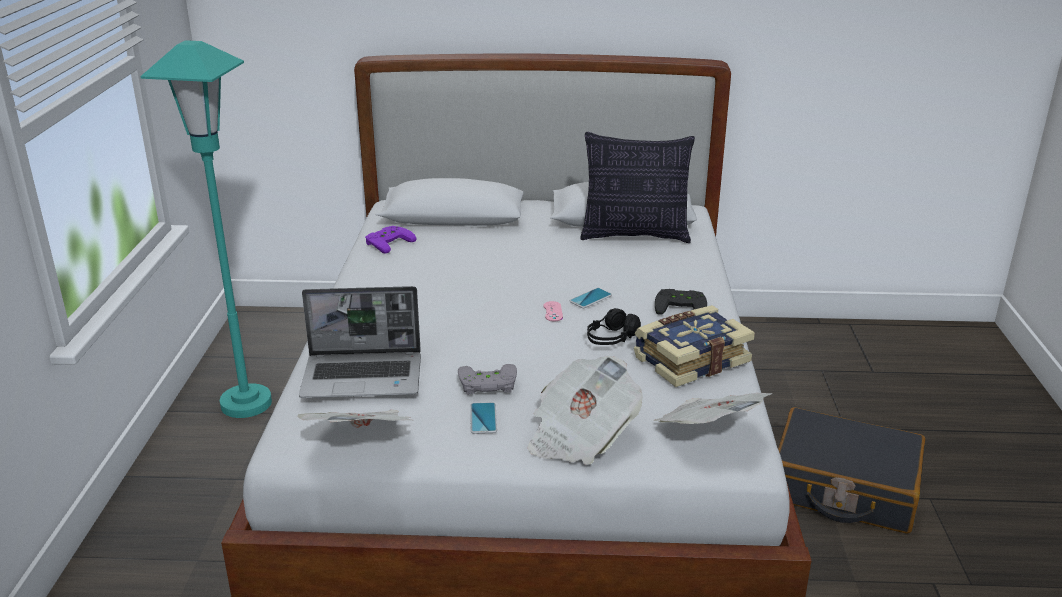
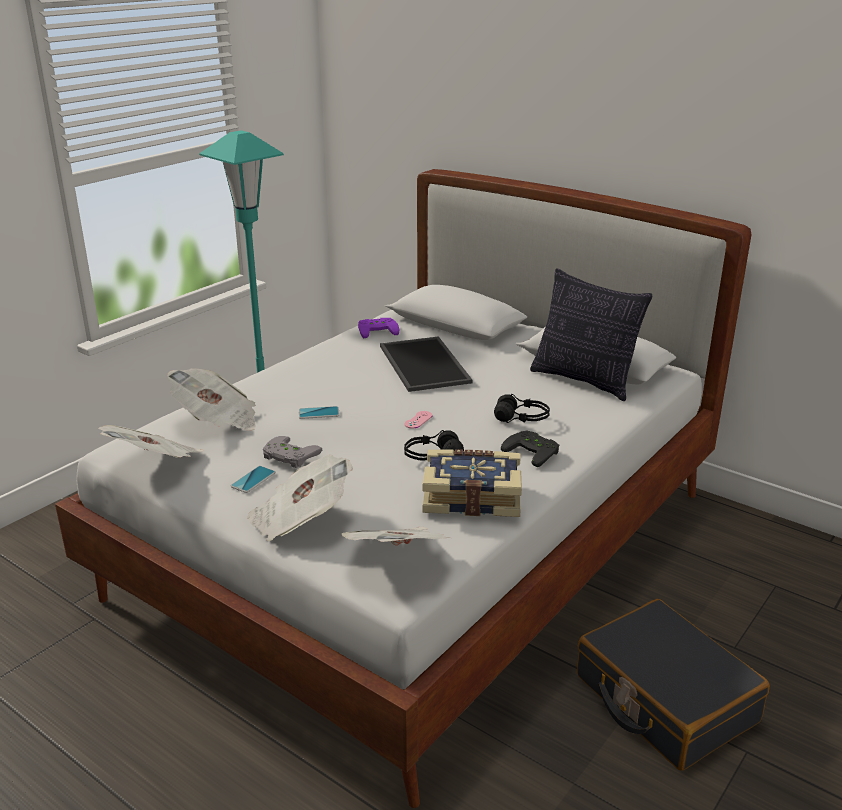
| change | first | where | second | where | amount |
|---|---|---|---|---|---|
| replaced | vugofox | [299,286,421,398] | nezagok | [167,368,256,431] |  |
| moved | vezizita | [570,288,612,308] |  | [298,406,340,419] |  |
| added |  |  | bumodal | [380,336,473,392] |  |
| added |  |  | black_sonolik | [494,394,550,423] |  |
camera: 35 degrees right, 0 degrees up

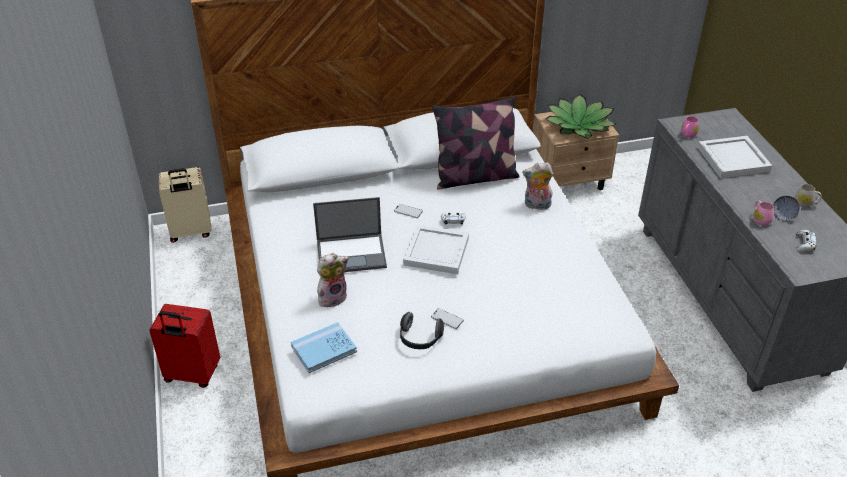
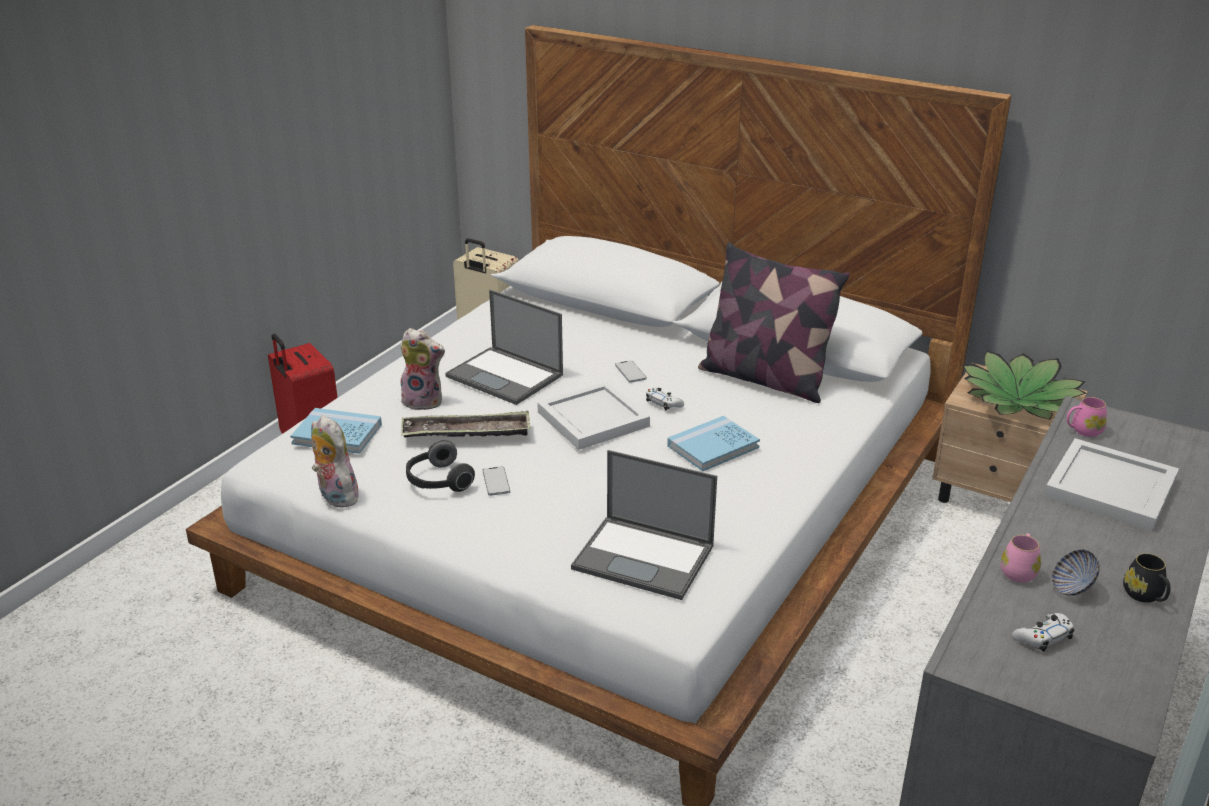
| change | first | where | second | where | amount |
|---|---|---|---|---|---|
| moved | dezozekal | [523,162,553,210] |  | [311,415,361,508] |  |
| recoloured | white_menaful | [795,184,822,207] | black_menaful | [1123,553,1171,603] |  |
| added |  |  | bumodal | [401,411,531,438] |  |
| added |  |  | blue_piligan | [667,416,760,471] |  |
| added |  |  | vugofox | [571,450,717,600] |  |
camera: 45 degrees right, 10 degrees down

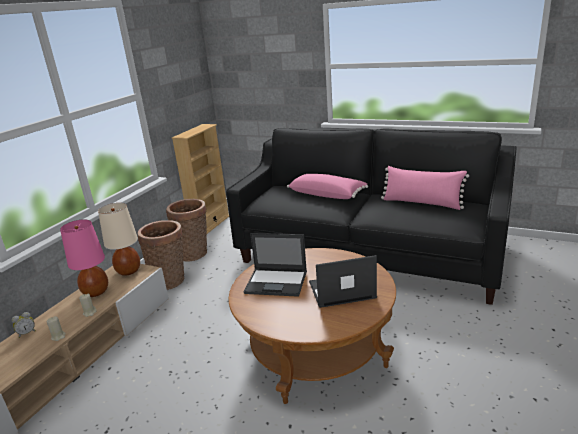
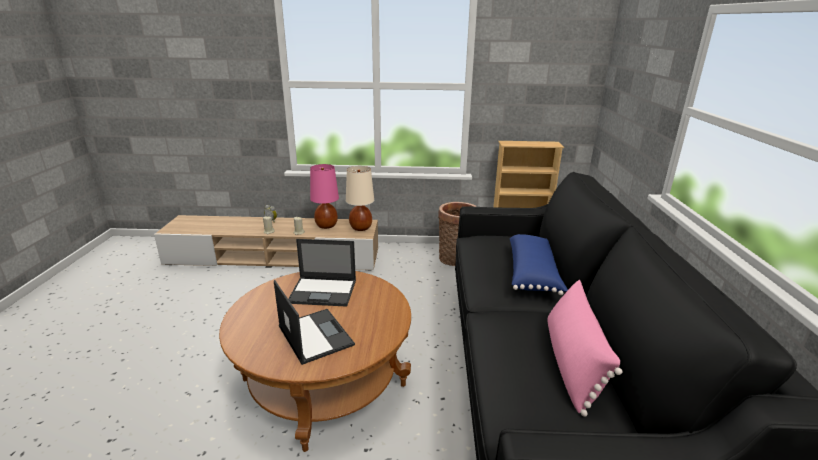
| change | first | where | second | where | amount |
|---|---|---|---|---|---|
| recoloured | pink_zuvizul | [287,174,368,199] | blue_zuvizul | [510,234,568,295] |  |
| removed | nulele | [138,220,184,290] |  |  |  |
| turned | vugofox | [244,233,307,297] |  | [288,239,356,307] | 75 degrees counterclockwise |
camera: 65 degrees right, 0 degrees up

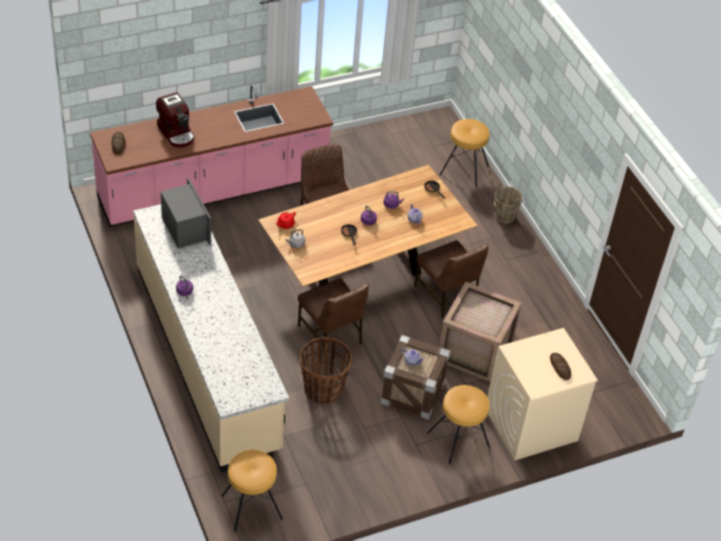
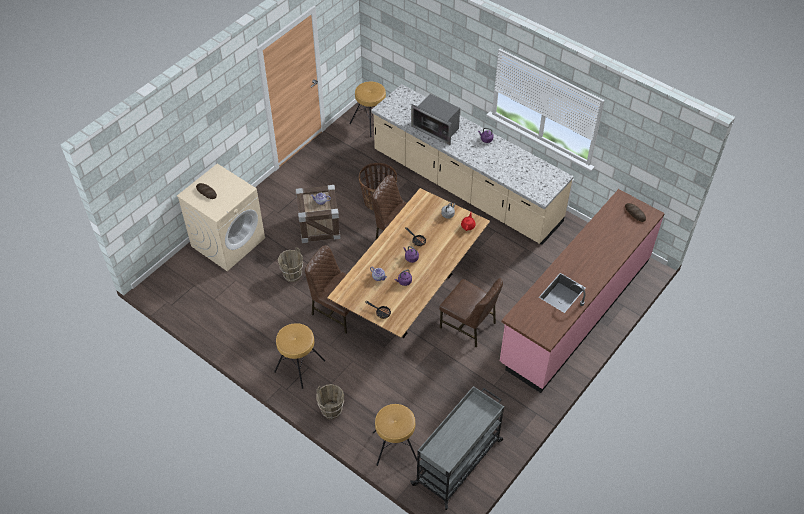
| change | first | where | second | where | amount |
|---|---|---|---|---|---|
| removed | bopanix | [156,92,194,148] |  |  |  |
| moved | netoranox | [161,178,211,248] |  | [411,94,460,145] |  |
| replaced | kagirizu | [439,282,522,382] | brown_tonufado | [278,247,303,282] |  |
| moved | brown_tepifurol | [428,385,490,464] |  | [274,323,325,389] |  |
| added |  |  | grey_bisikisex | [410,386,504,510] |  |
camera: 155 degrees right, 5 degrees up

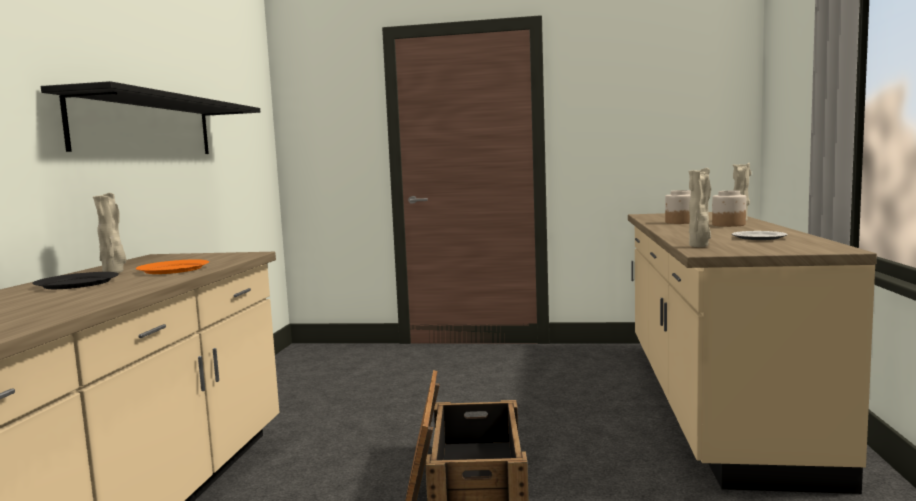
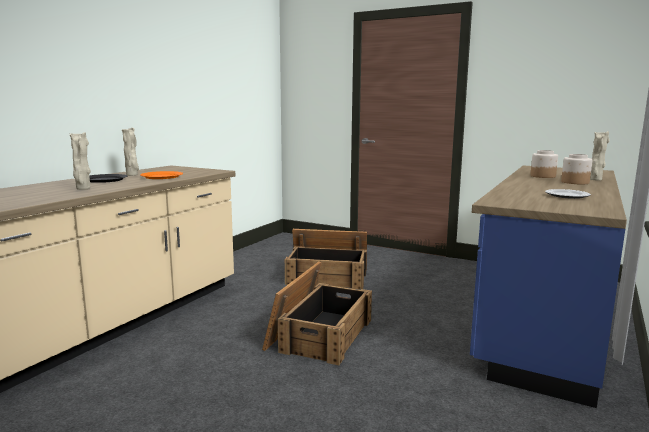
| change | first | where | second | where | amount |
|---|---|---|---|---|---|
| removed | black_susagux | [41,81,260,154] |  |  |  |
| moved | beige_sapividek | [689,168,711,247] |  | [70,132,91,190] |  |
| recoloured | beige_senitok | [628,212,877,494] | blue_senitok | [470,166,627,408] |  |
| added |  |  | kagirizu | [285,229,367,289] |  |
camera: 20 degrees right, 5 degrees up

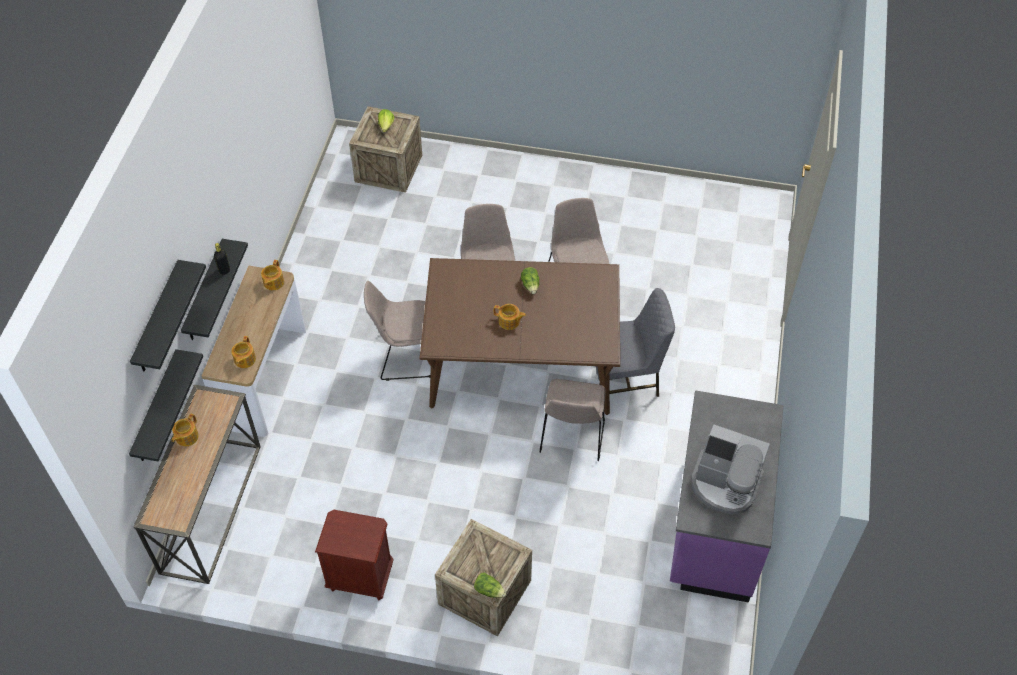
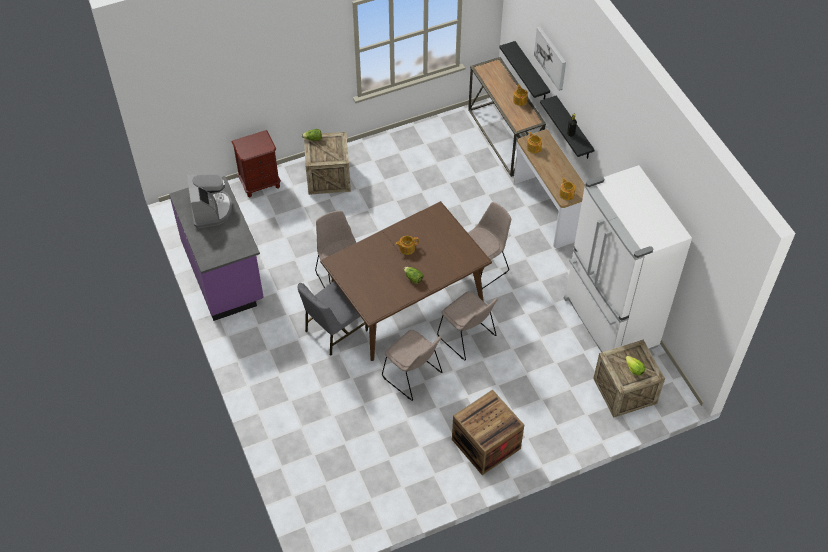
| change | first | where | second | where | amount |
|---|---|---|---|---|---|
| replaced | black_susagux | [130,260,206,371] | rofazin | [534,27,566,91] |  |
| turned | bopanix | [691,425,770,514] |  | [187,175,232,228] | 90 degrees clockwise |
| moved | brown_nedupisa | [315,510,394,600] |  | [232,130,281,198] |  |
| added |  |  | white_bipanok | [564,165,692,352] |  |
| added |  |  | kagirizu | [452,390,524,475] |  |
camera: 145 degrees right, 0 degrees up

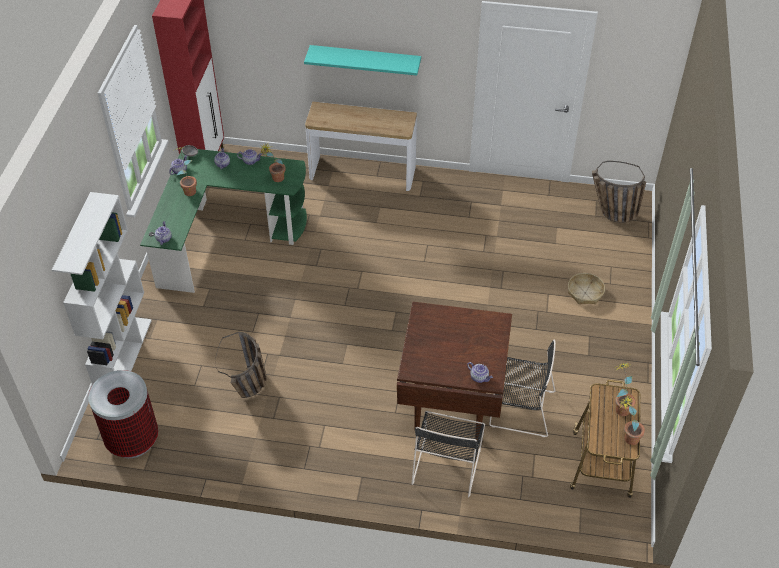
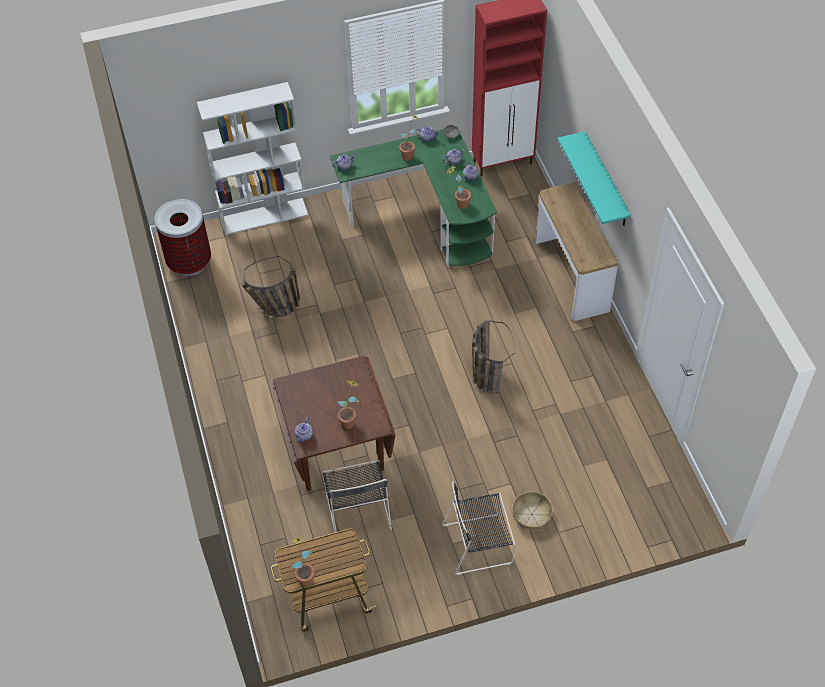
| change | first | where | second | where | amount |
|---|---|---|---|---|---|
| moved | nulele | [592,161,646,223] |  | [472,320,515,394] |  |
| moved | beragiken | [614,363,636,416] |  | [338,381,360,429] |  |
| moved | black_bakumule | [412,411,485,497] |  | [442,481,515,575] |  |
camera: 65 degrees right, 5 degrees up

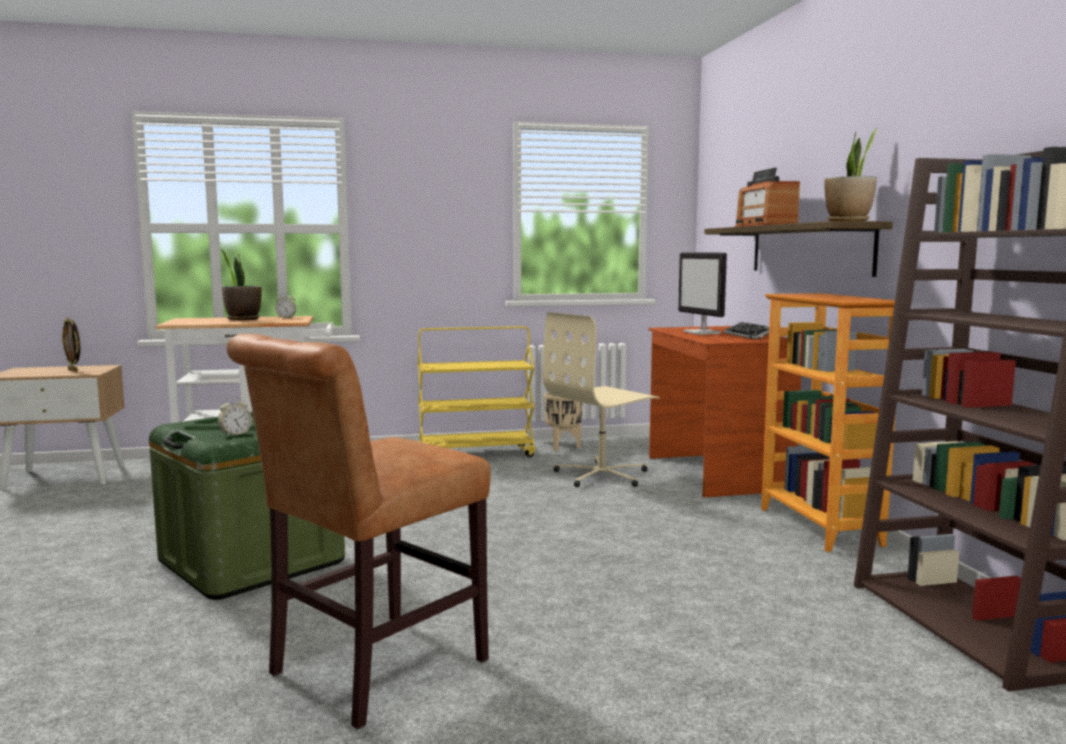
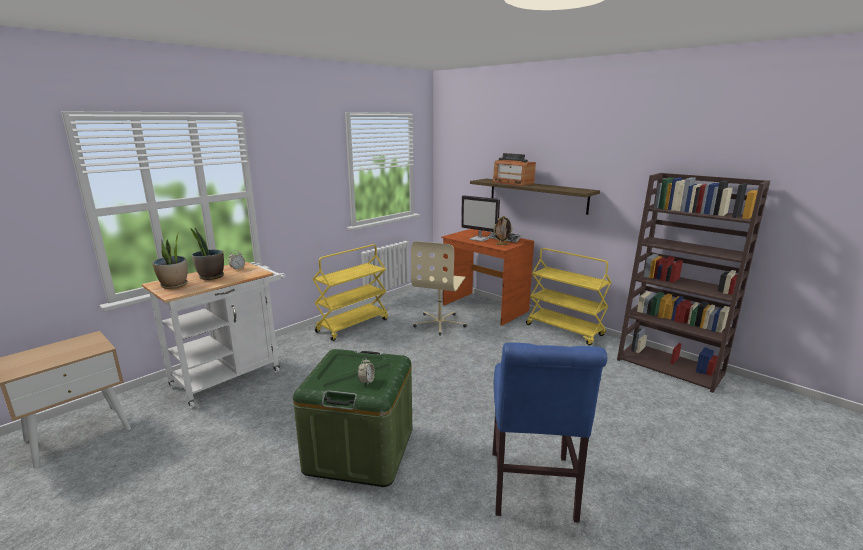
| change | first | where | second | where | amount |
|---|---|---|---|---|---|
| moved | beragiken | [824,128,878,221] |  | [152,231,187,289] |  |
| replaced | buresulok | [761,293,896,552] | yellow_bisikisex | [526,248,611,345] |  |
| moved | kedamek | [61,317,80,372] |  | [493,216,513,245] |  |
| recoloured | brown_bakumule | [227,333,491,729] | blue_bakumule | [492,342,608,523] |  |
| removed | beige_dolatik | [544,392,583,451] |  |  |  |
camera: 35 degrees left, 10 degrees up

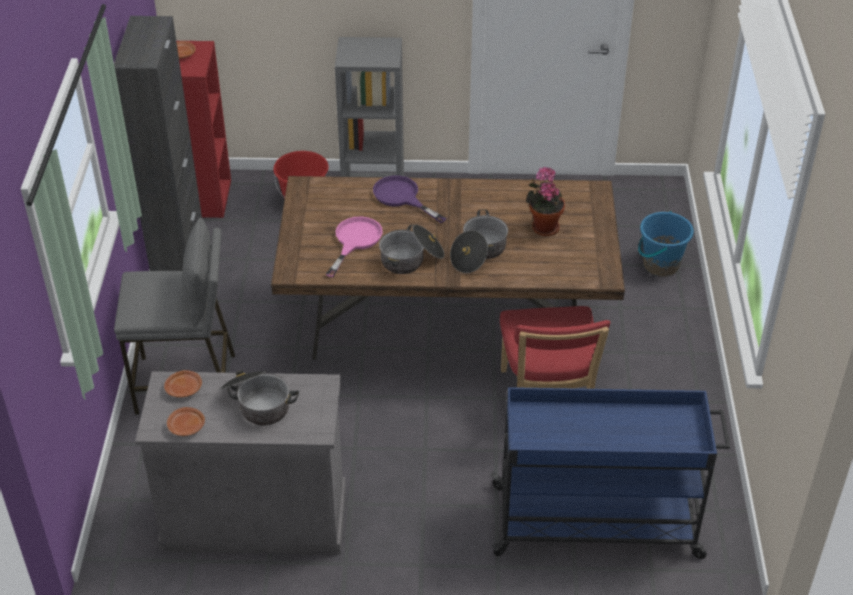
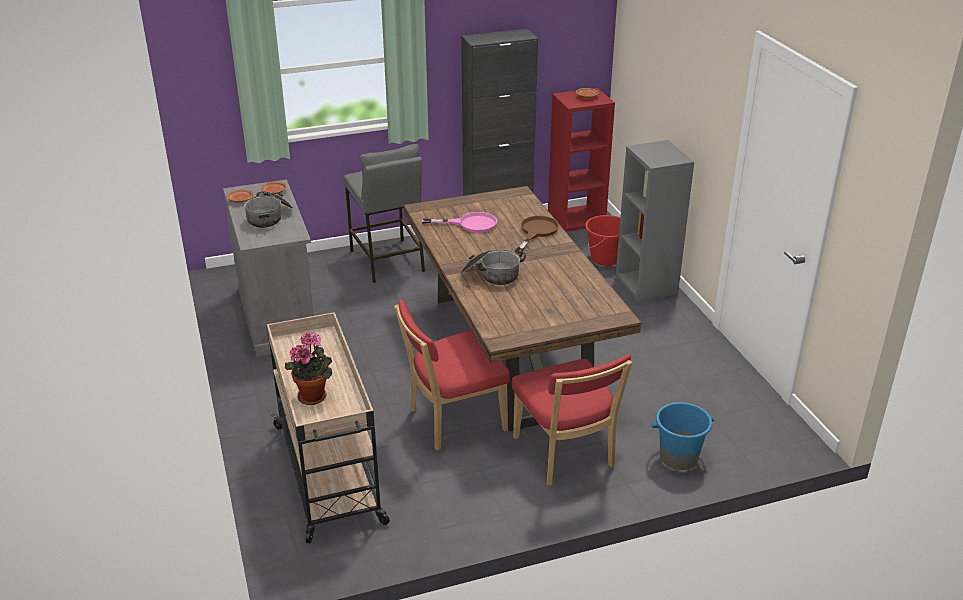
| change | first | where | second | where | amount |
|---|---|---|---|---|---|
| moved | beragiken | [526,167,565,236] |  | [285,332,332,405] |  |
| recoloured | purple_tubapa | [373,176,447,223] | brown_tubapa | [515,216,559,253] |  |
| removed | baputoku | [379,225,444,274] |  |  |  |
| recoloured | blue_bisikisex | [490,387,730,559] | beige_bisikisex | [267,312,390,543] |  |
| added |  |  | red_bakumule | [512,354,632,485] |  |
camera: 70 degrees right, 10 degrees down

